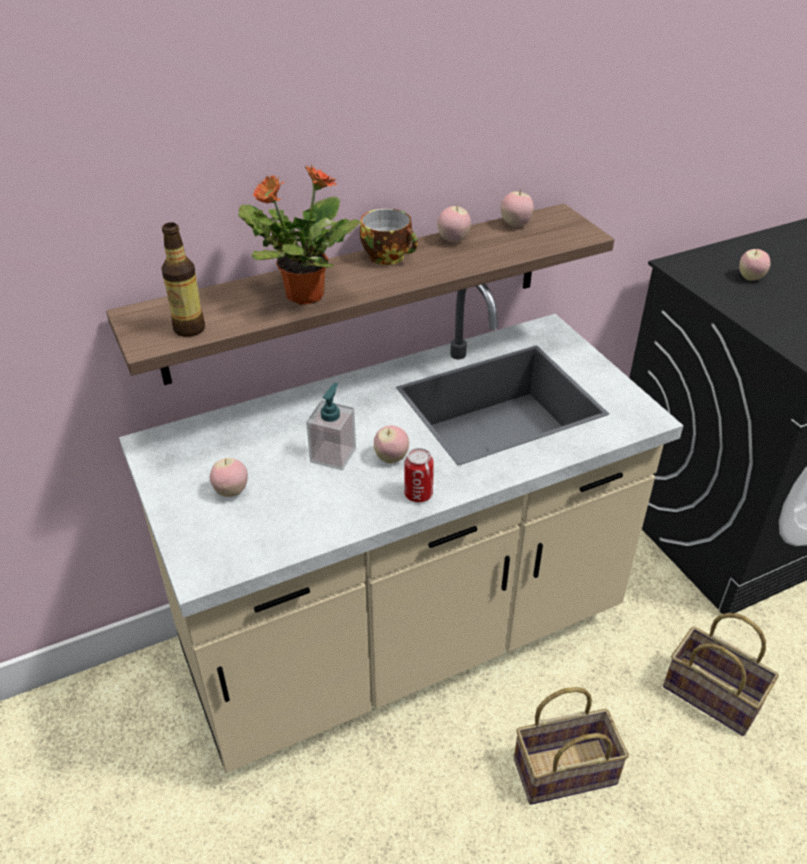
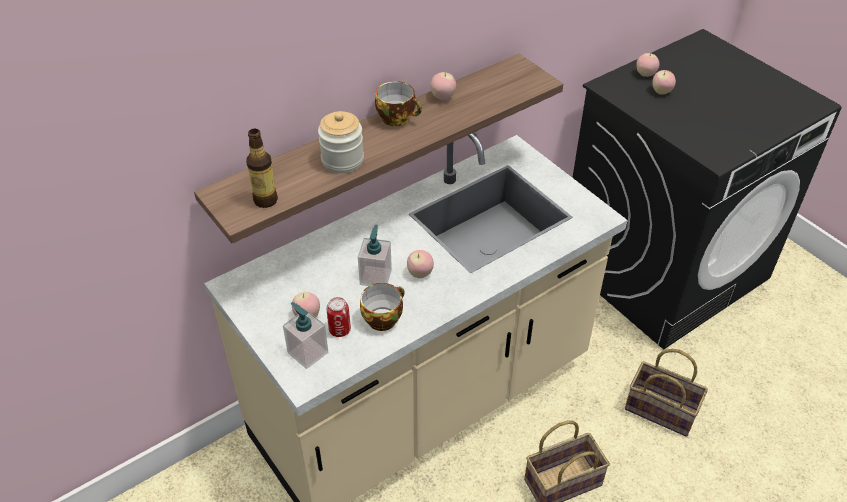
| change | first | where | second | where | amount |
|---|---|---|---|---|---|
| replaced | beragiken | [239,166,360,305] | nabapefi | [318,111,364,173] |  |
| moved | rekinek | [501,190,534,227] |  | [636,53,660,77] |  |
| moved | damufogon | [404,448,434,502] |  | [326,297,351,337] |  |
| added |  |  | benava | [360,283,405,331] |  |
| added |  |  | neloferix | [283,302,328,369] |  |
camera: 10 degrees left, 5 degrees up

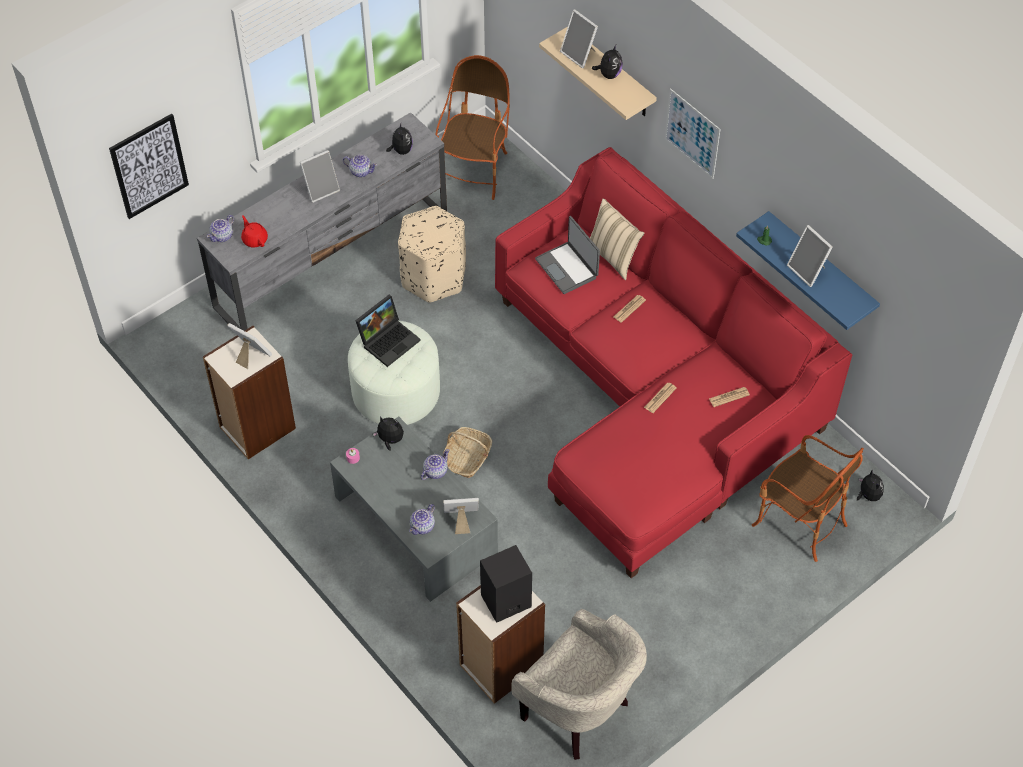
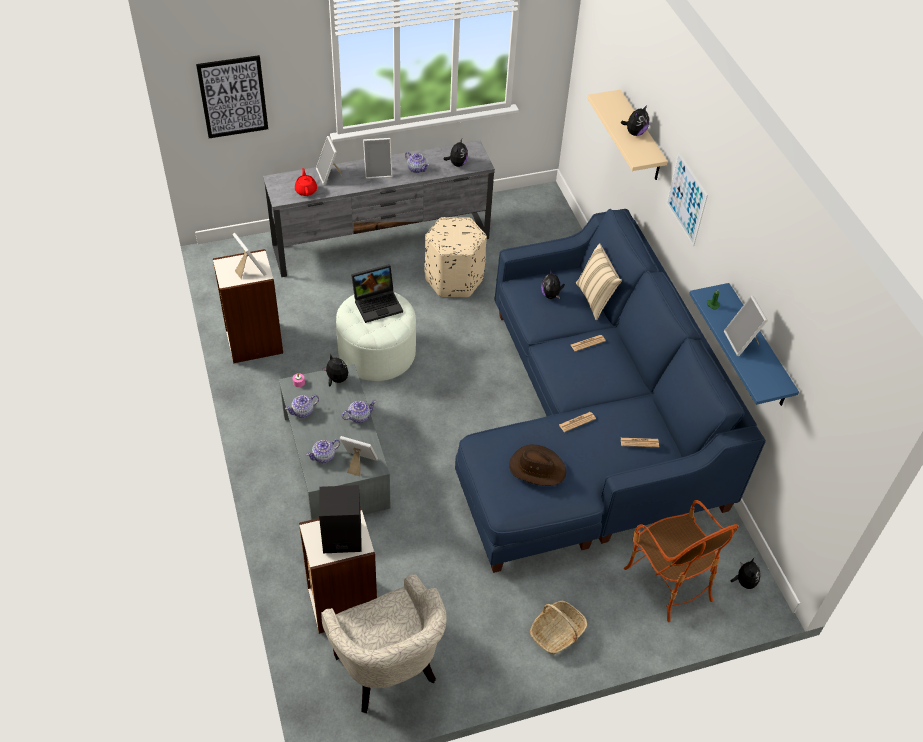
| change | first | where | second | where | amount |
|---|---|---|---|---|---|
| moved | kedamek | [560,9,598,68] |  | [316,136,342,185] |  |
| removed | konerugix | [435,55,510,200] |  |  |  |
| recoloured | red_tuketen | [495,147,853,578] | blue_tuketen | [455,209,766,573] |  |
| moved | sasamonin | [207,215,234,242] |  | [285,395,319,418] |  |
| replaced | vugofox | [535,216,600,294] | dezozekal | [541,269,565,299] |  |
| moved | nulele | [443,427,492,478] |  | [530,601,587,655] |  |
| added |  |  | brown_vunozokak | [509,445,566,486] |  |
camera: 20 degrees right, 5 degrees down

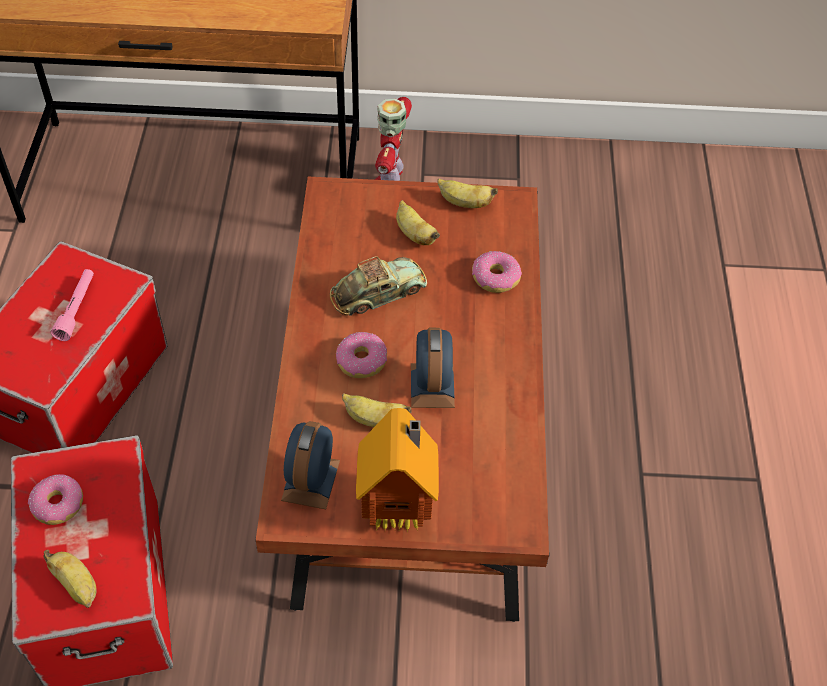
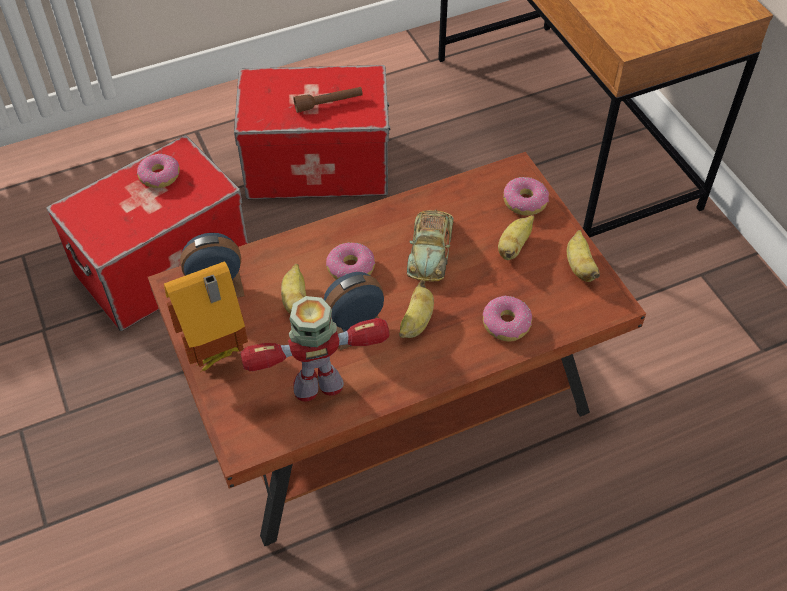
| change | first | where | second | where | amount |
|---|---|---|---|---|---|
| moved | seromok | [375,97,412,181] |  | [240,296,389,402] |  |
| turned | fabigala | [330,256,427,316] |  | [407,210,454,282] | 60 degrees clockwise |
| recoloured | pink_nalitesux | [51,269,94,341] | brown_nalitesux | [293,87,363,113] |  |
| moved | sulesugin | [44,550,97,608] |  | [399,280,434,338] |  |
| added |  |  | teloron | [503,177,549,216] |  |
camera: 65 degrees right, 0 degrees up

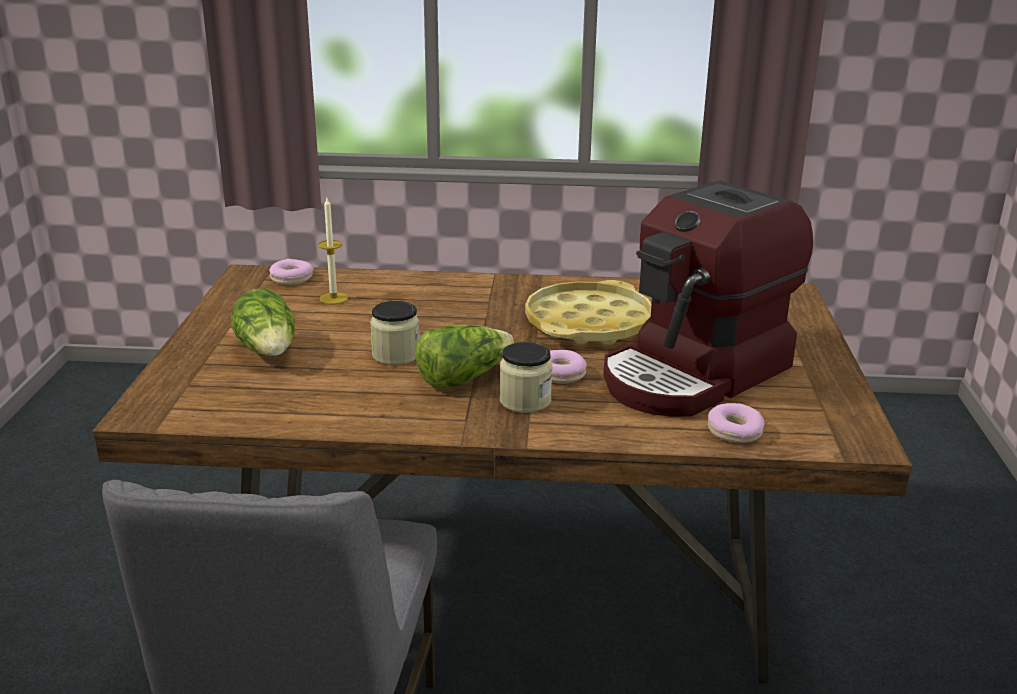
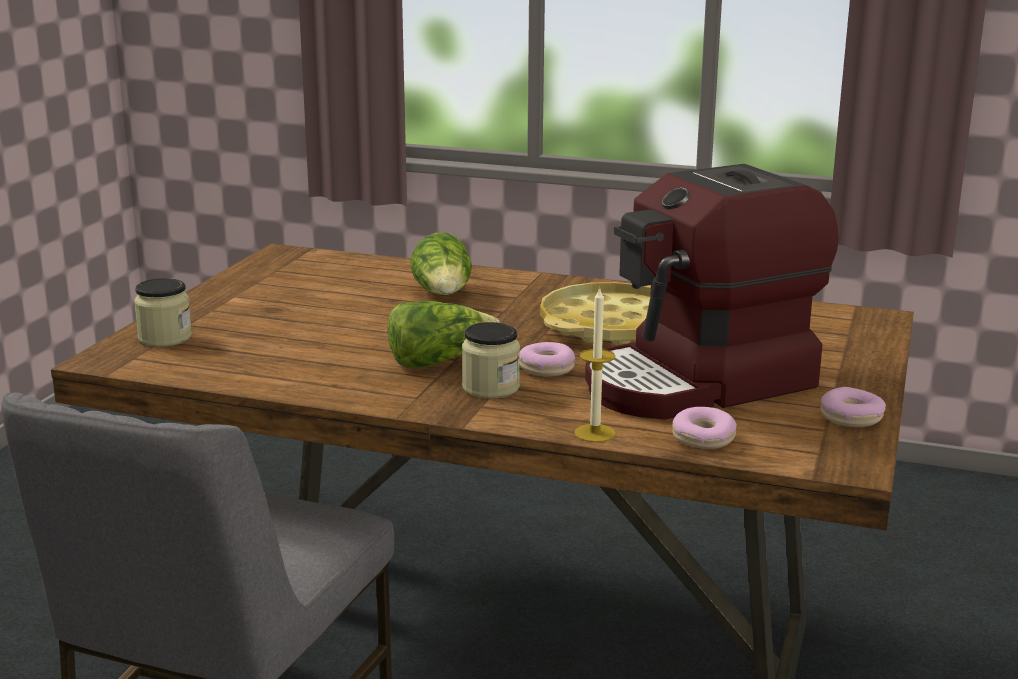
| change | first | where | second | where | amount |
|---|---|---|---|---|---|
| moved | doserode | [318,198,348,304] |  | [574,286,616,442] |  |
| moved | teloron | [269,259,314,285] |  | [821,387,886,427] |  |
| moved | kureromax | [231,288,295,356] |  | [410,233,472,295] |  |
| moved | nabapefi | [370,301,419,365] |  | [134,278,192,347] |  |
camera: 15 degrees right, 5 degrees down

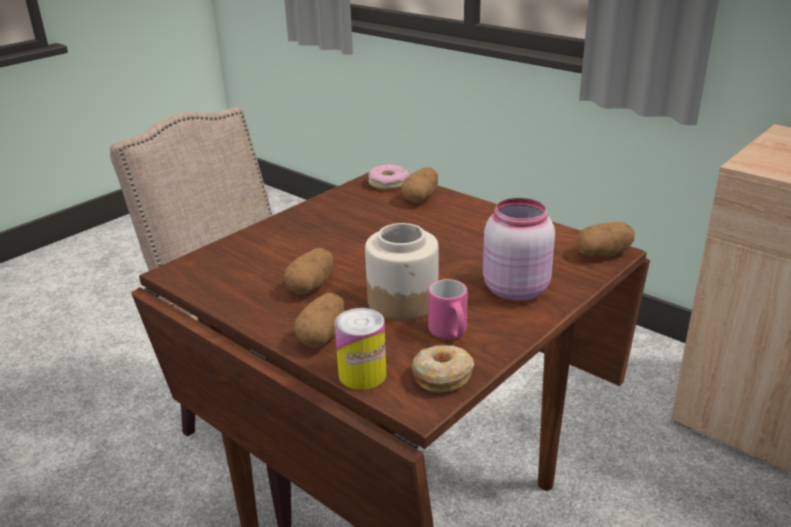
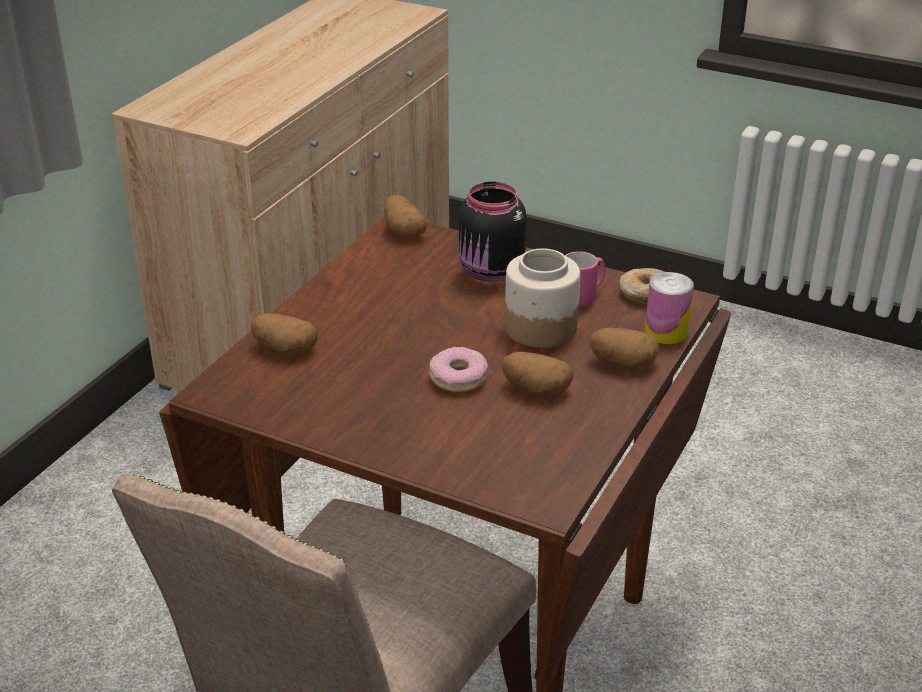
| change | first | where | second | where | amount |
|---|---|---|---|---|---|
| moved | teloron | [368,164,409,190] |  | [429,347,489,392] |  |
| recoloured | pink_nabapefi | [483,198,555,301] | black_nabapefi | [459,182,526,282] |  |
camera: 105 degrees left, 5 degrees up

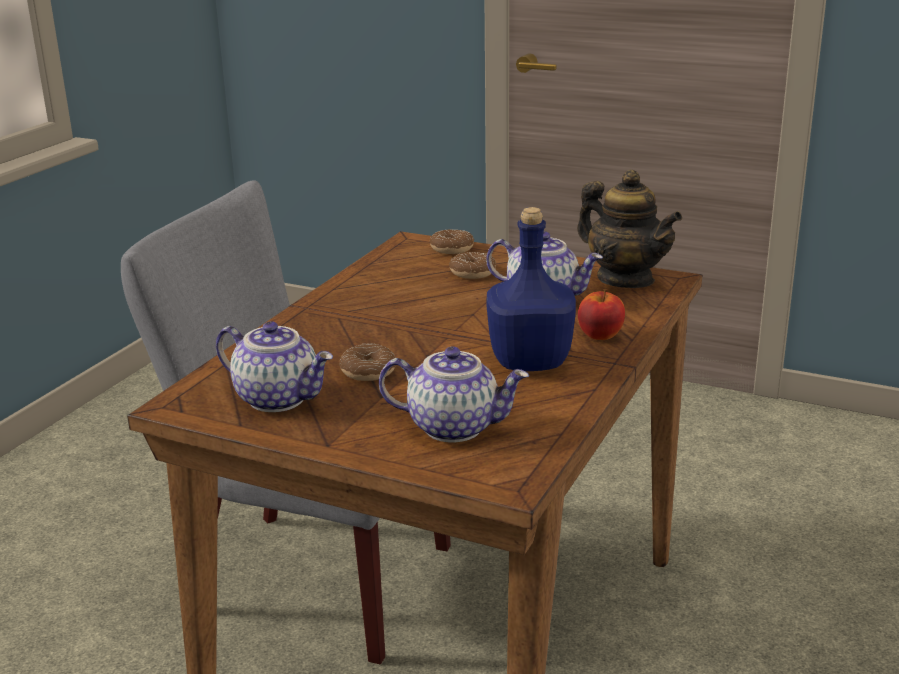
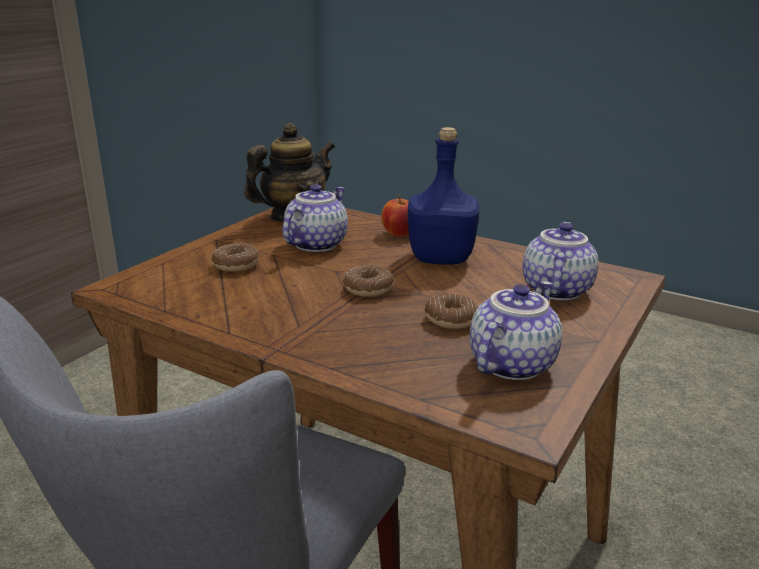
| change | first | where | second | where | amount |
|---|---|---|---|---|---|
| moved | teloron | [430,229,474,254] |  | [343,265,394,297] |  |
camera: 85 degrees left, 0 degrees up

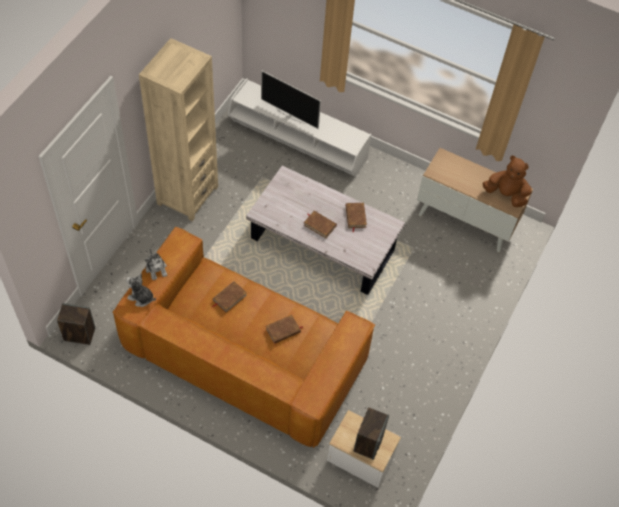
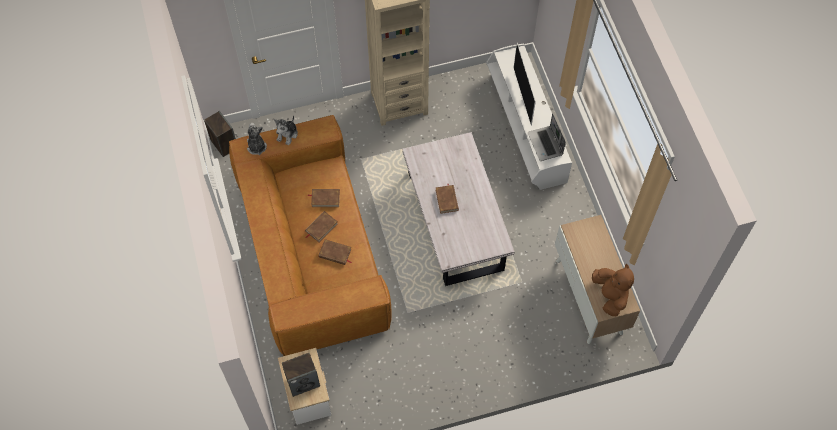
| change | first | where | second | where | amount |
|---|---|---|---|---|---|
| moved | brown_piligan | [345,203,367,232] |  | [305,211,338,242] |  |
| added |  |  | vugofox | [528,114,566,161] |  |
camera: 50 degrees right, 5 degrees up

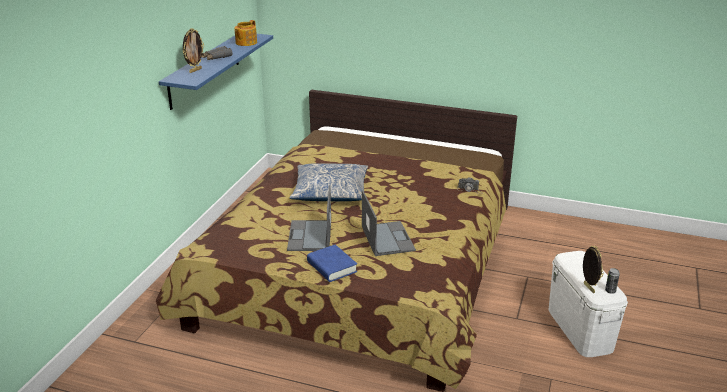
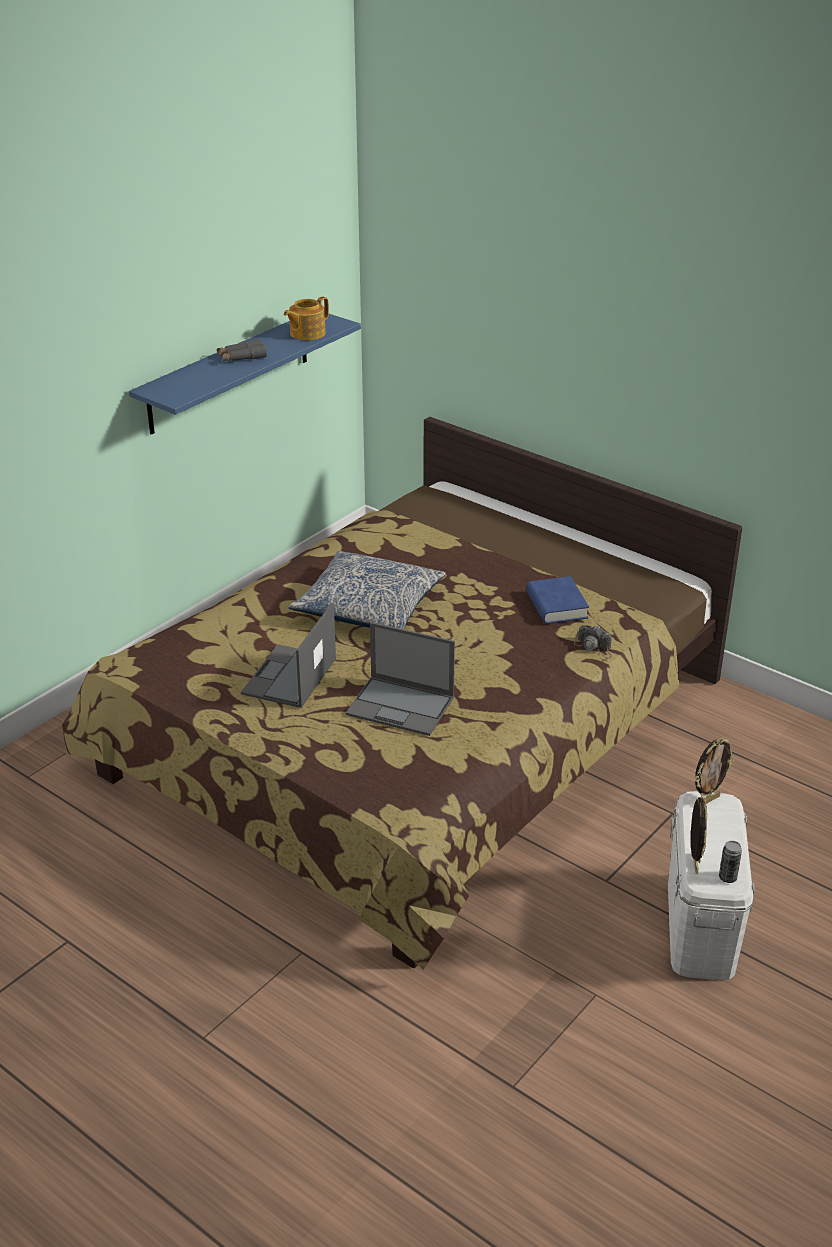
| change | first | where | second | where | amount |
|---|---|---|---|---|---|
| moved | kedamek | [182,28,204,73] |  | [695,738,734,804] |  |
| turned | vugofox | [362,190,416,256] |  | [345,622,455,736] | 105 degrees clockwise |
| moved | blue_piligan | [307,244,357,282] |  | [527,576,589,624] |  |
camera: 20 degrees right, 5 degrees up

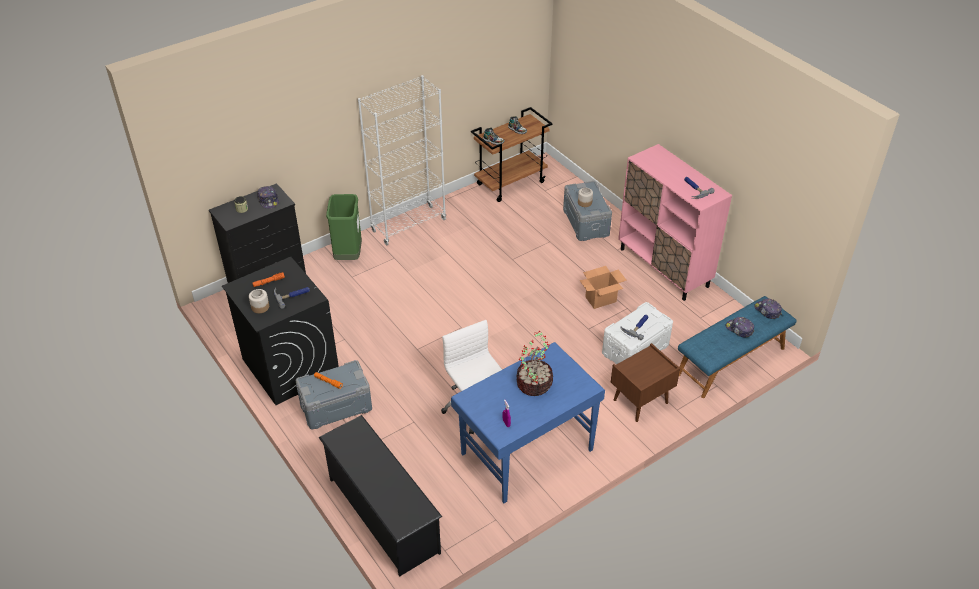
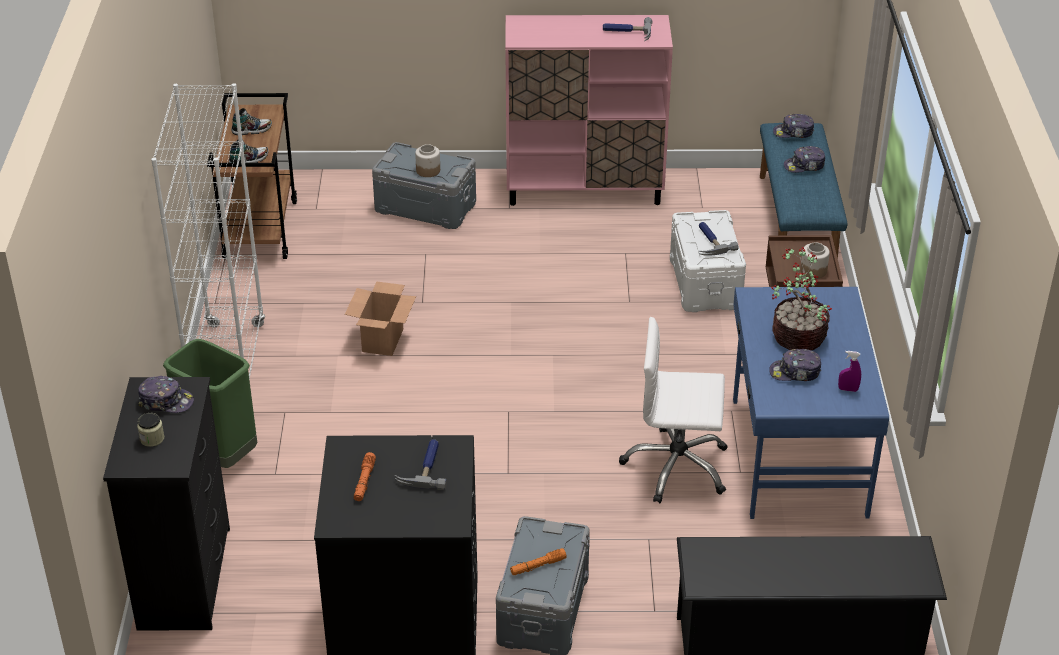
| change | first | where | second | where | amount |
|---|---|---|---|---|---|
| moved | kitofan | [579,266,626,309] |  | [345,281,416,356] |  |
| moved | nabapefi | [249,289,269,313] |  | [800,242,830,279] |  |
| added |  |  | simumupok | [769,349,821,381] |  |
camera: 55 degrees left, 5 degrees down

